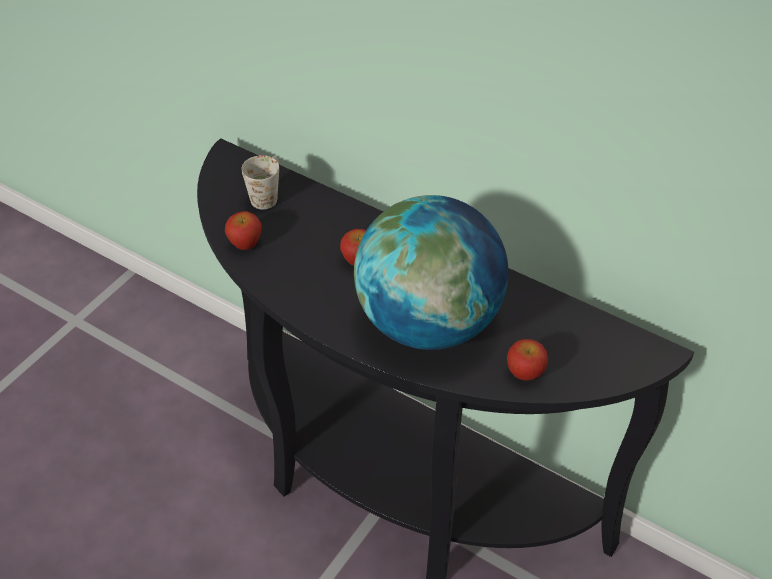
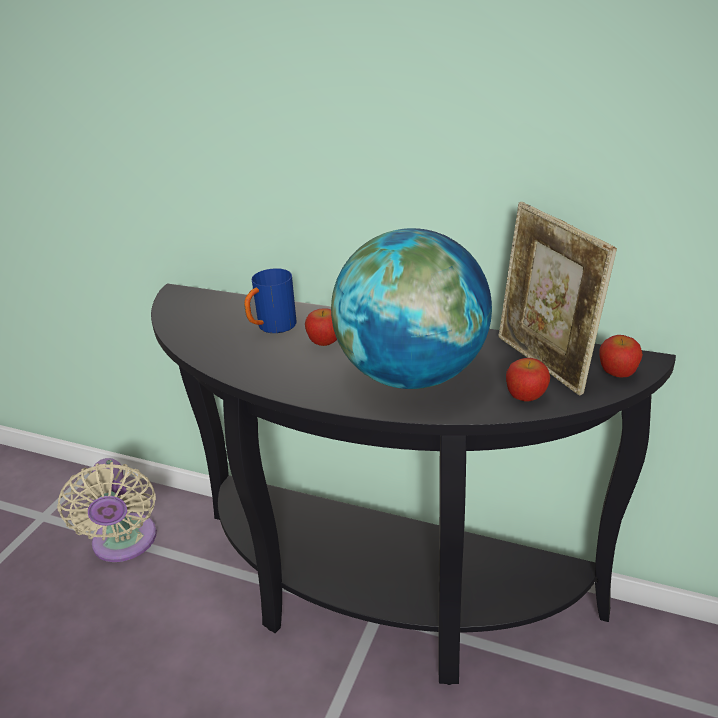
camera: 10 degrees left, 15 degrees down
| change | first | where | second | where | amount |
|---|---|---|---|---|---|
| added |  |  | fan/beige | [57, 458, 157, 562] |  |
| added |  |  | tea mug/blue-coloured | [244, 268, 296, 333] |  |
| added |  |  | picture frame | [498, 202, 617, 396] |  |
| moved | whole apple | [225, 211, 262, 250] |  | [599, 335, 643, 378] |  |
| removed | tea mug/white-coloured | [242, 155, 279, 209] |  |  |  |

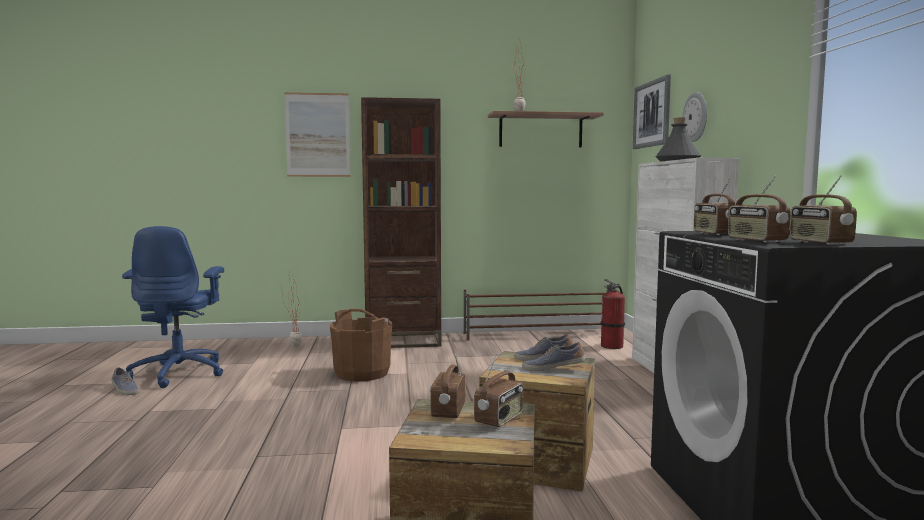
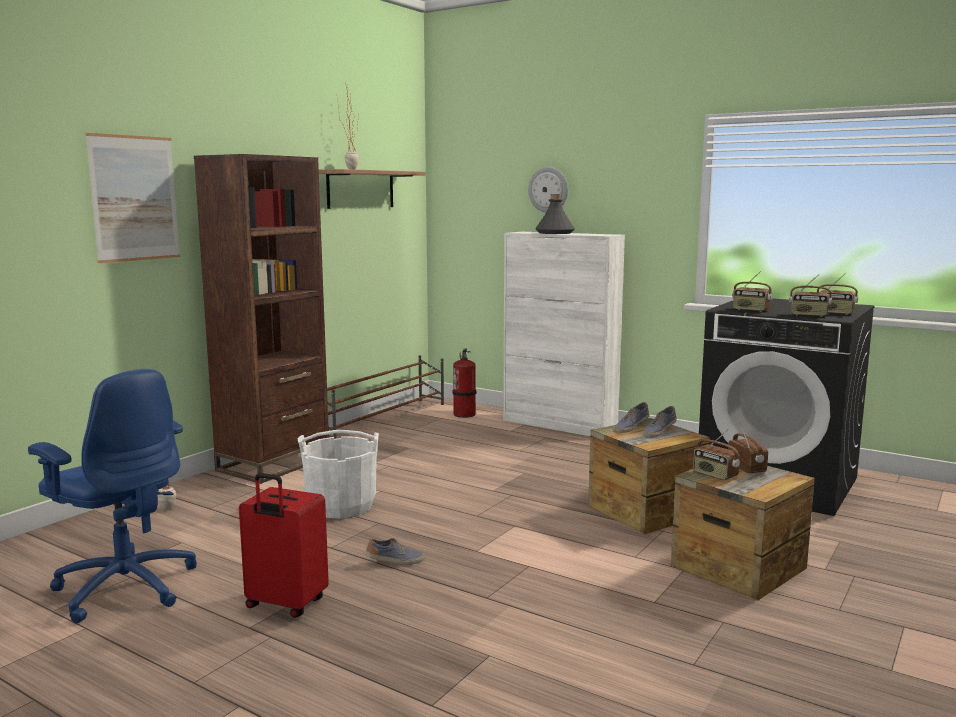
camera: 50 degrees left, 5 degrees up
| change | first | where | second | where | amount |
|---|---|---|---|---|---|
| added |  |  | piece of luggage/red | [239, 473, 329, 618] |  |
| recoloured | water bucket/brown | [330, 309, 392, 382] | water bucket/white-coloured | [298, 430, 379, 518] |  |
| moved | shoe | [111, 367, 140, 395] |  | [366, 538, 425, 565] |  |
| removed | wall picture | [633, 74, 671, 149] |  |  |  |

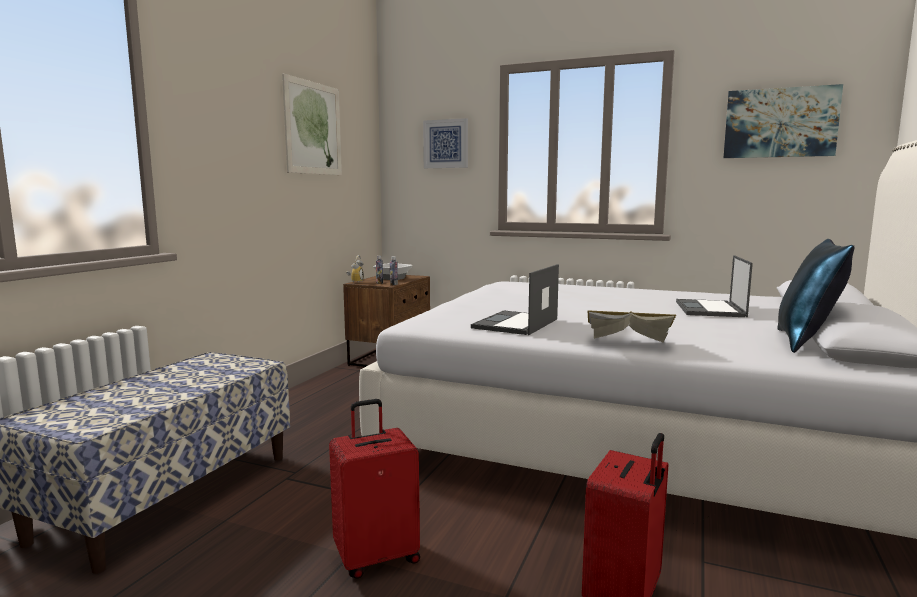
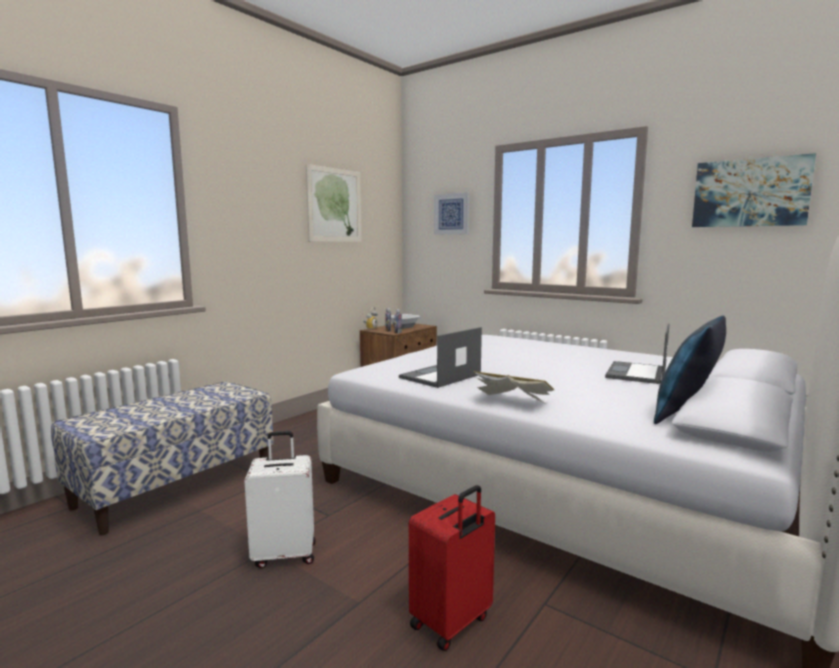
camera: 15 degrees right, 0 degrees up
| change | first | where | second | where | amount |
|---|---|---|---|---|---|
| recoloured | piece of luggage/red | [329, 399, 420, 579] | piece of luggage/white-coloured | [244, 431, 316, 568] |  |

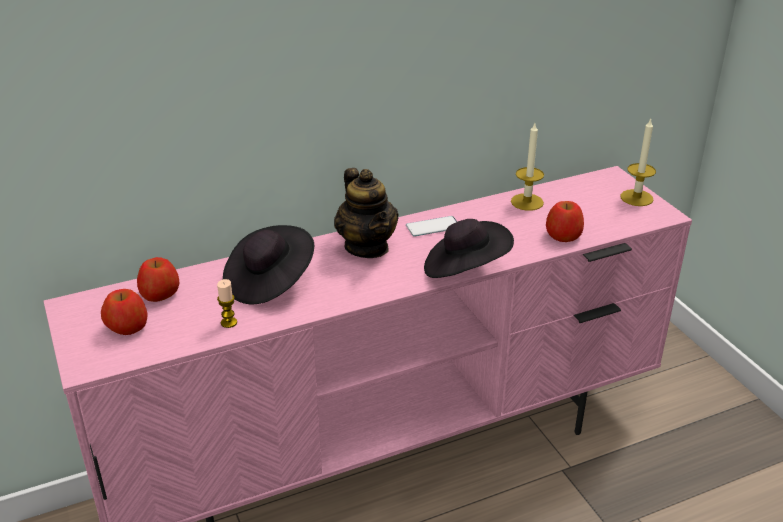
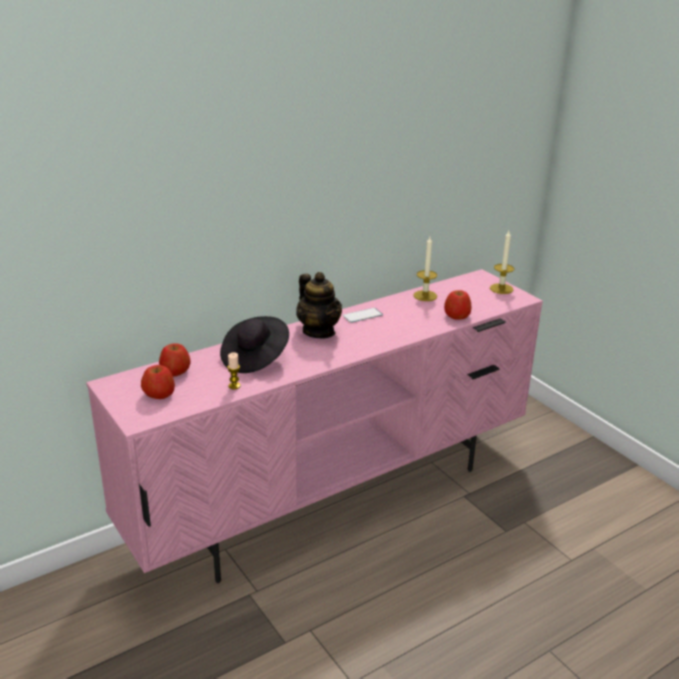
camera: 10 degrees left, 5 degrees down
| change | first | where | second | where | amount |
|---|---|---|---|---|---|
| removed | wearable hat/black-coloured | [424, 219, 514, 278] |  |  |  |

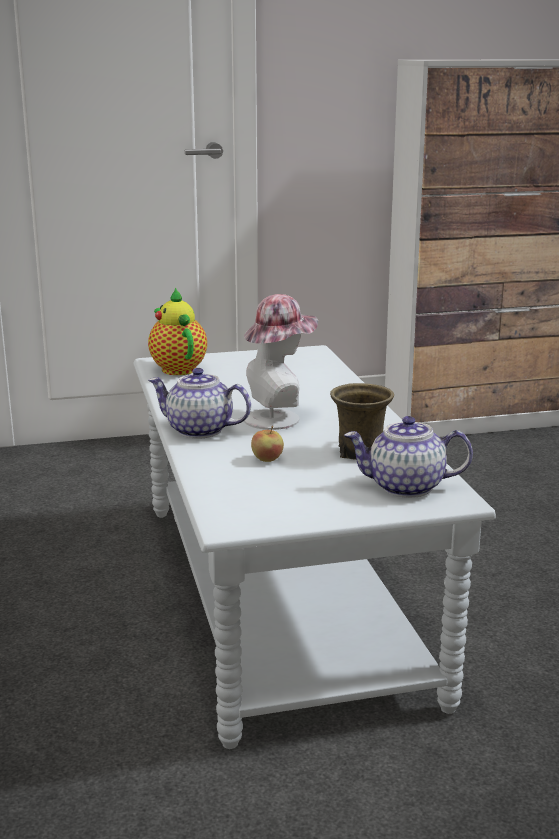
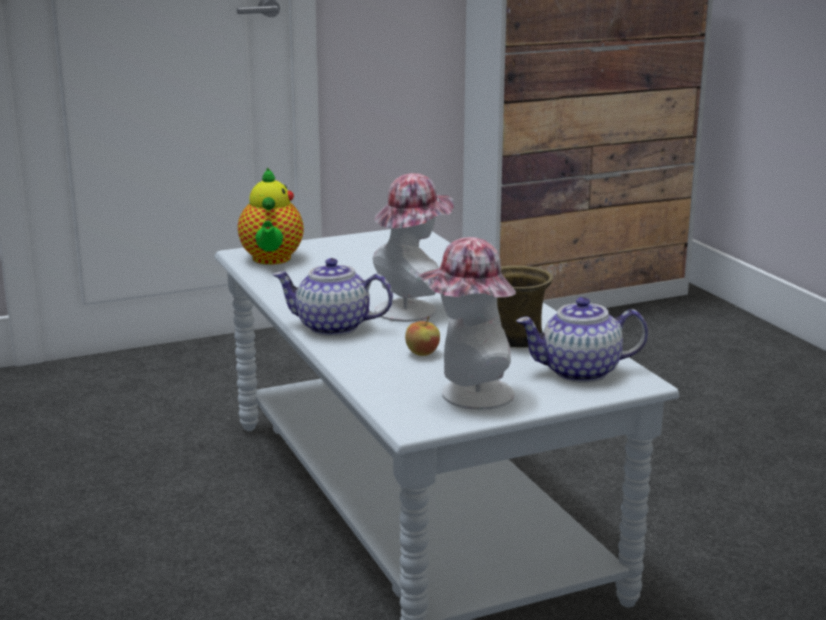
camera: 10 degrees left, 0 degrees up
| change | first | where | second | where | amount |
|---|---|---|---|---|---|
| turned | tea pot | [148, 287, 207, 375] |  | [238, 167, 304, 265] | 150 degrees counterclockwise |
| added |  |  | wearable hat | [418, 237, 516, 410] |  |

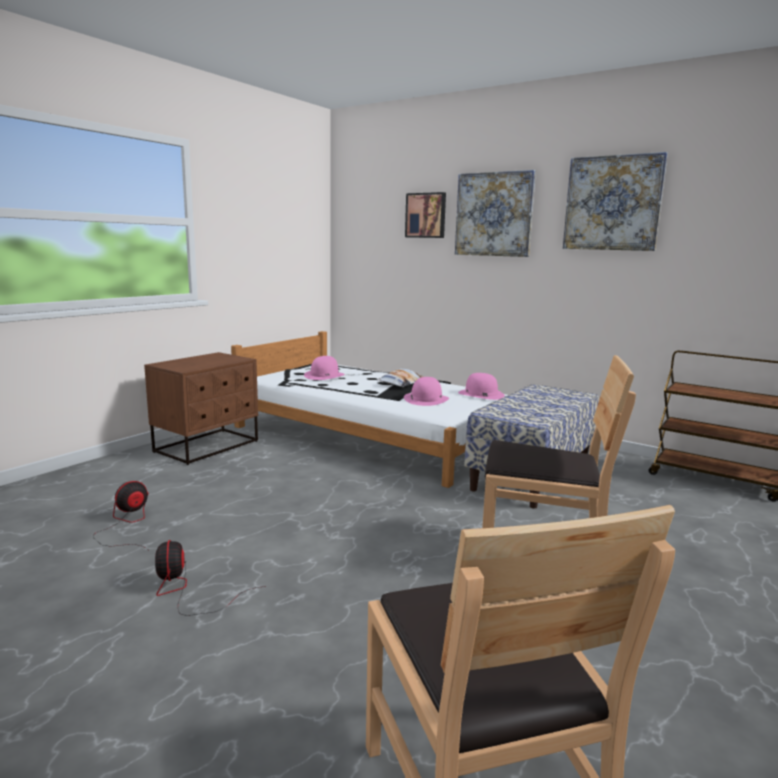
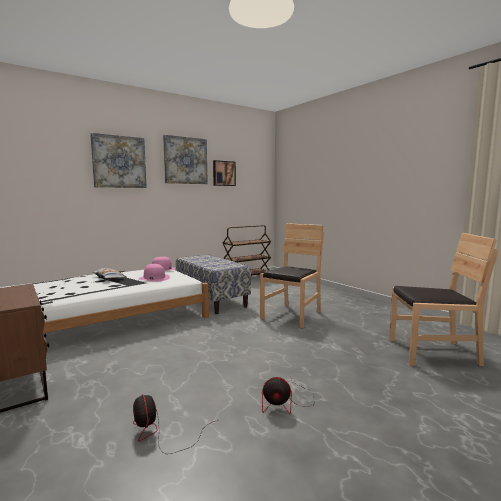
camera: 70 degrees left, 5 degrees down
| change | first | where | second | where | amount |
|---|---|---|---|---|---|
| moved | wall picture | [405, 192, 446, 238] |  | [213, 160, 236, 186] |  |
| removed | wearable hat/pinkish | [304, 356, 345, 380] |  |  |  |

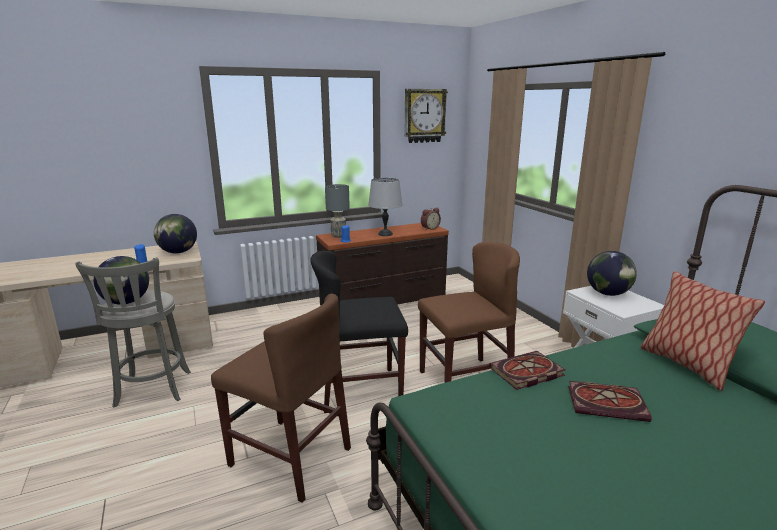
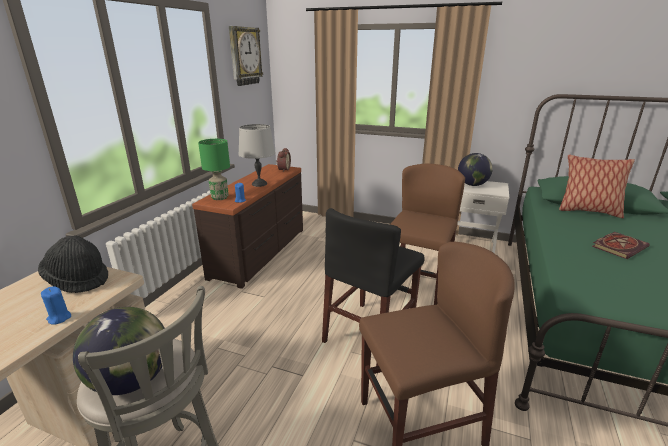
camera: 45 degrees left, 5 degrees up
| change | first | where | second | where | amount |
|---|---|---|---|---|---|
| replaced | globe | [154, 214, 197, 254] | wearable hat/black-coloured | [38, 236, 108, 293] |  |
| recoloured | table lamp/gray | [325, 184, 350, 238] | table lamp/greenish | [198, 139, 230, 200] |  |
| removed | bound book | [489, 351, 565, 390] |  |  |  |

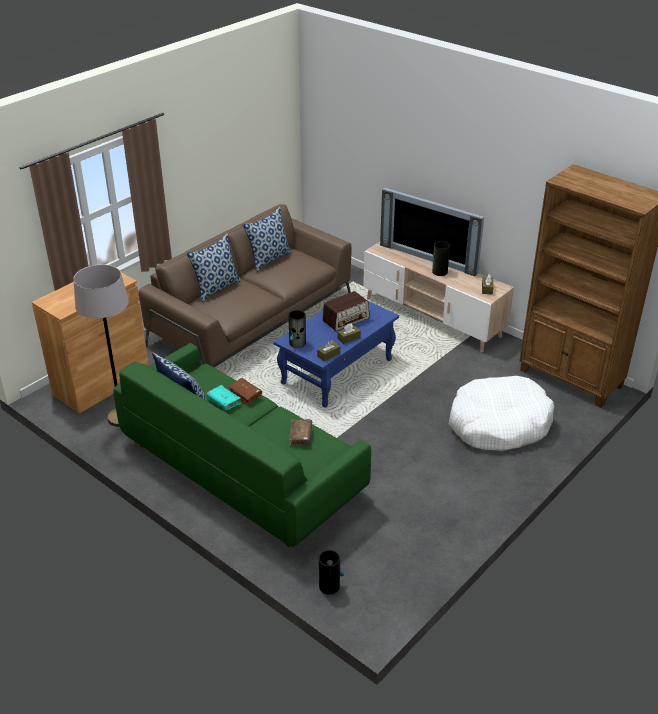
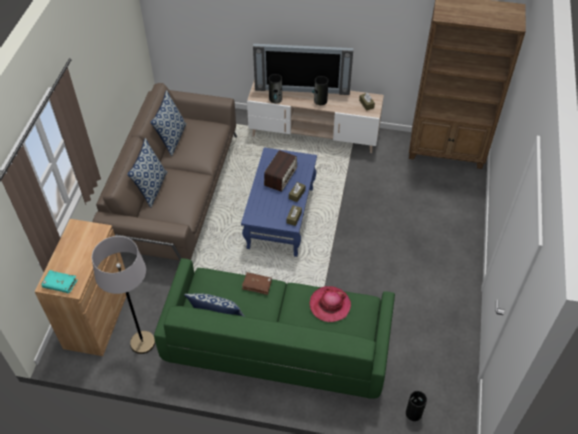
camera: 30 degrees left, 15 degrees up
| change | first | where | second | where | amount |
|---|---|---|---|---|---|
| moved | bound book/blue-green | [206, 385, 241, 410] |  | [42, 270, 77, 293] |  |
| moved | decorative vase | [288, 310, 306, 348] |  | [269, 74, 282, 103] |  |
| replaced | bound book/brown | [289, 419, 312, 446] | wearable hat | [310, 286, 351, 322] |  |
| removed | pet bed/white-coloured | [449, 376, 554, 451] |  |  |  |

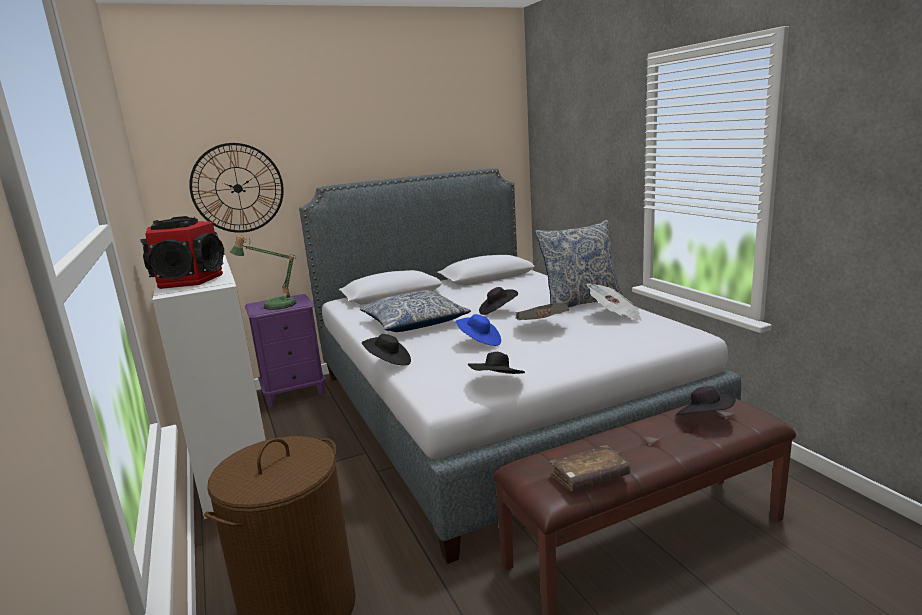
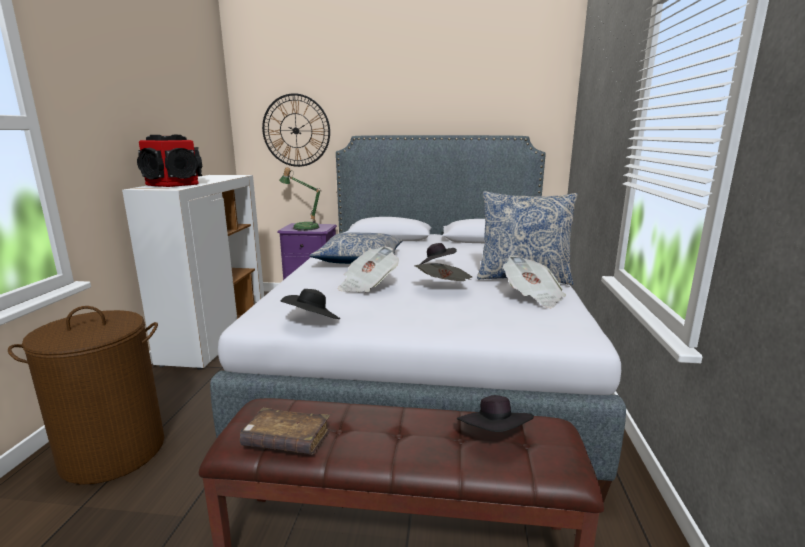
camera: 30 degrees right, 0 degrees up
| change | first | where | second | where | amount |
|---|---|---|---|---|---|
| replaced | wearable hat/blue-coloured | [456, 314, 501, 346] | daily paper | [338, 247, 399, 292] |  |
| removed | wearable hat/black-coloured | [362, 334, 411, 366] |  |  |  |

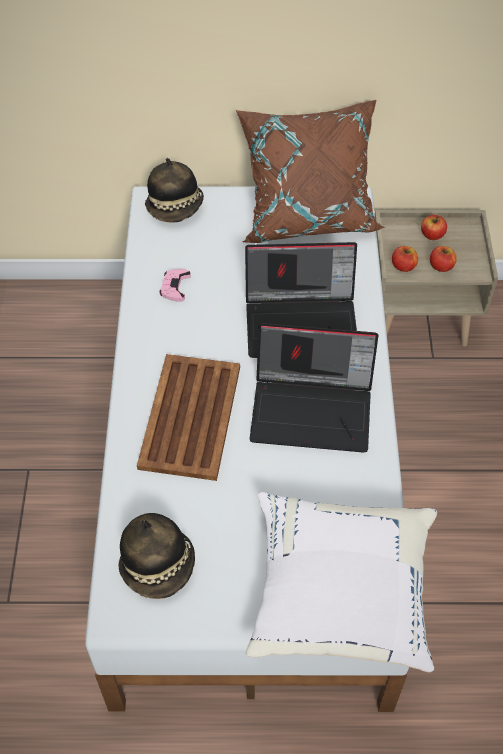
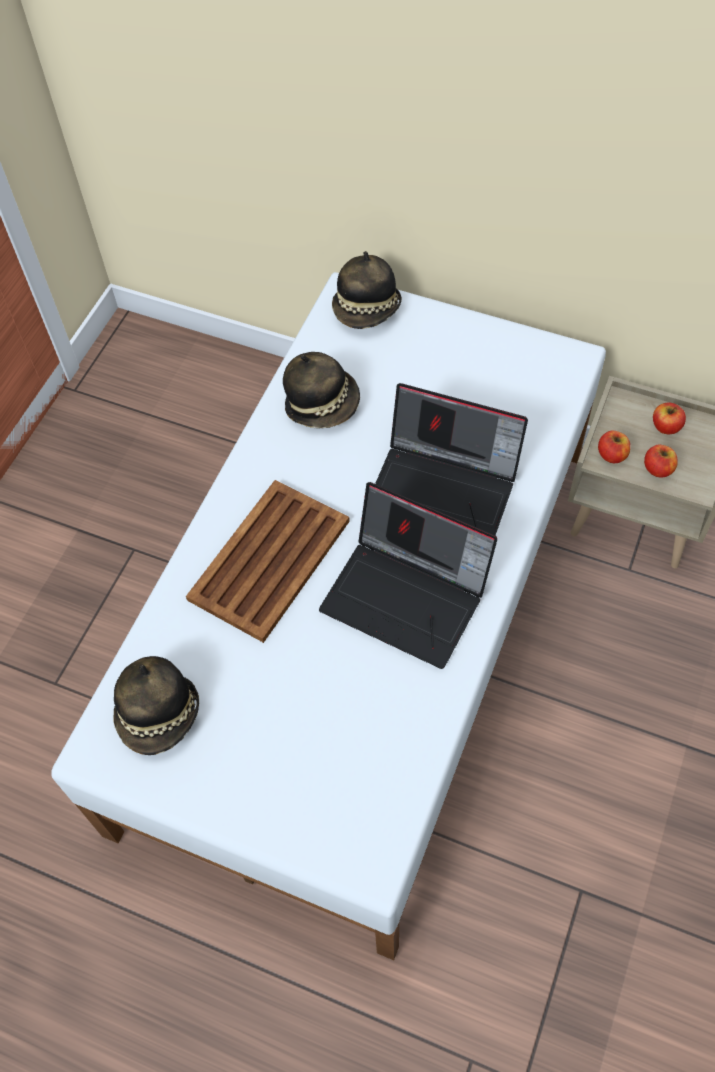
camera: 25 degrees right, 5 degrees up
| change | first | where | second | where | amount |
|---|---|---|---|---|---|
| replaced | joypad/pinkish | [160, 269, 191, 302] | wearable hat | [283, 352, 360, 428] |  |
| removed | pillow/brown | [236, 100, 385, 243] |  |  |  |
| removed | pillow/white-coloured | [246, 492, 437, 672] |  |  |  |

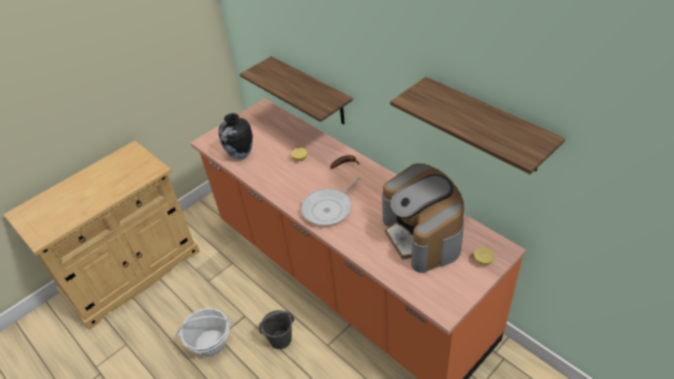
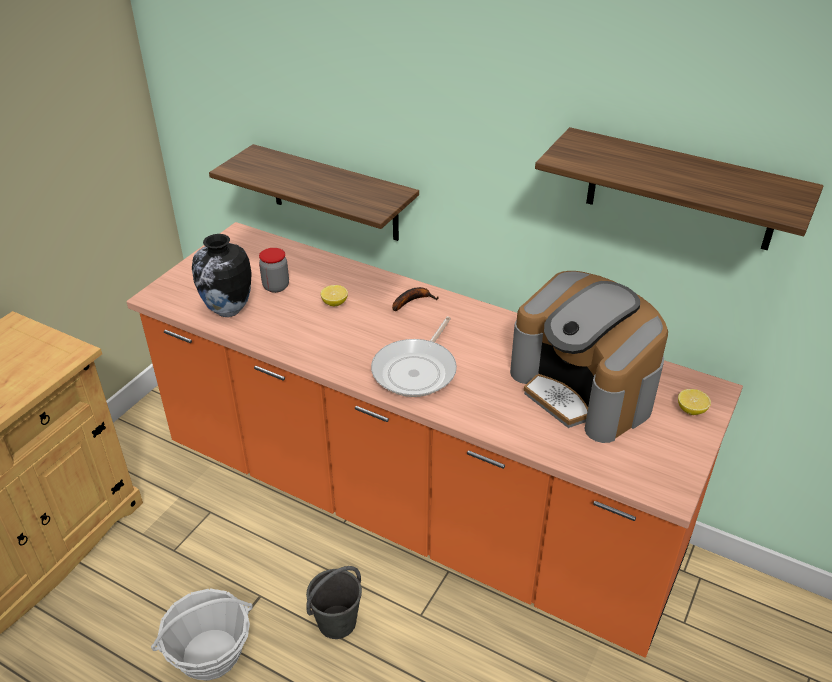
camera: 20 degrees left, 5 degrees down
| change | first | where | second | where | amount |
|---|---|---|---|---|---|
| added |  |  | jar | [259, 248, 289, 293] |  |

